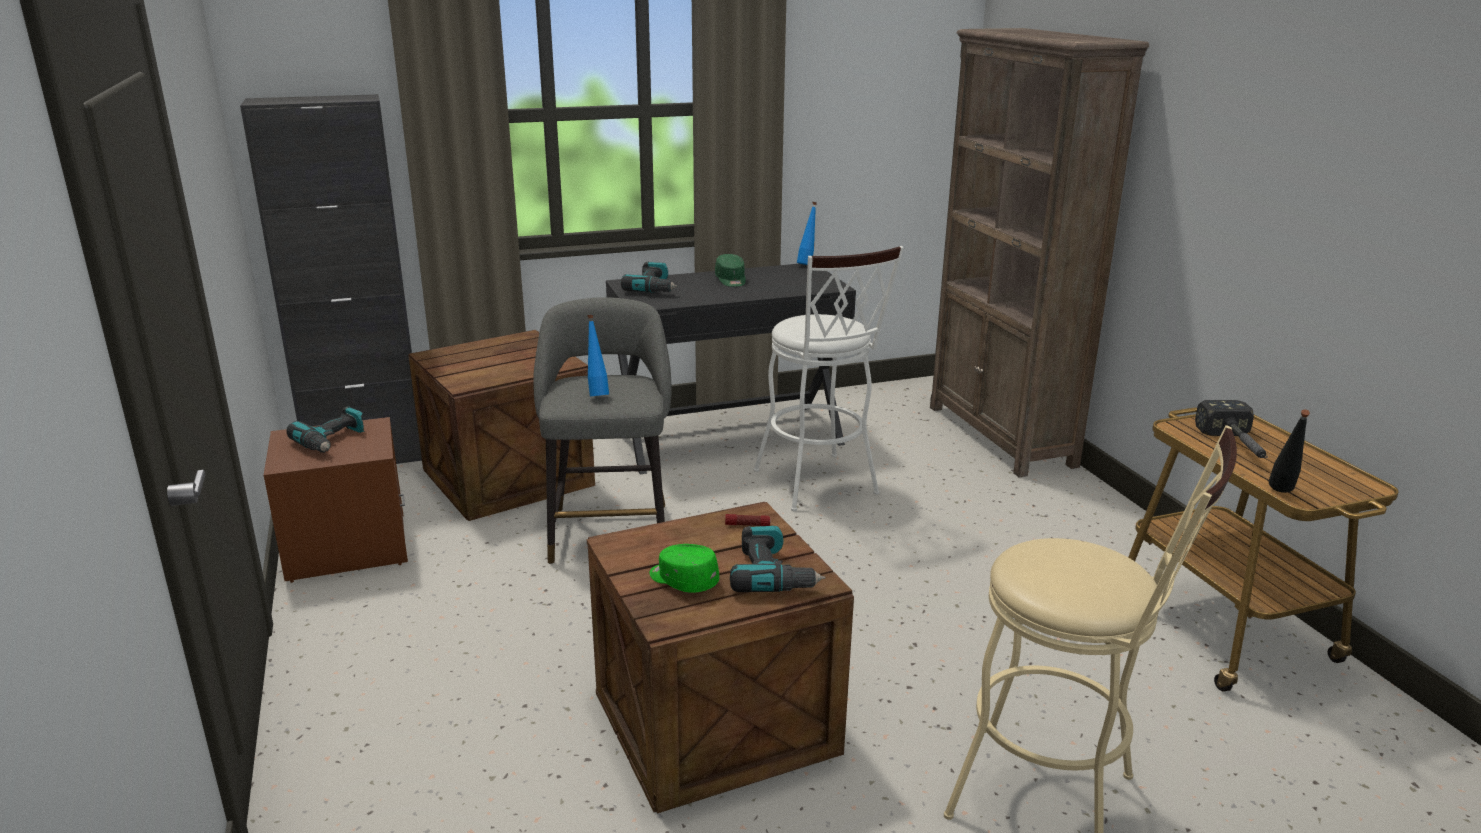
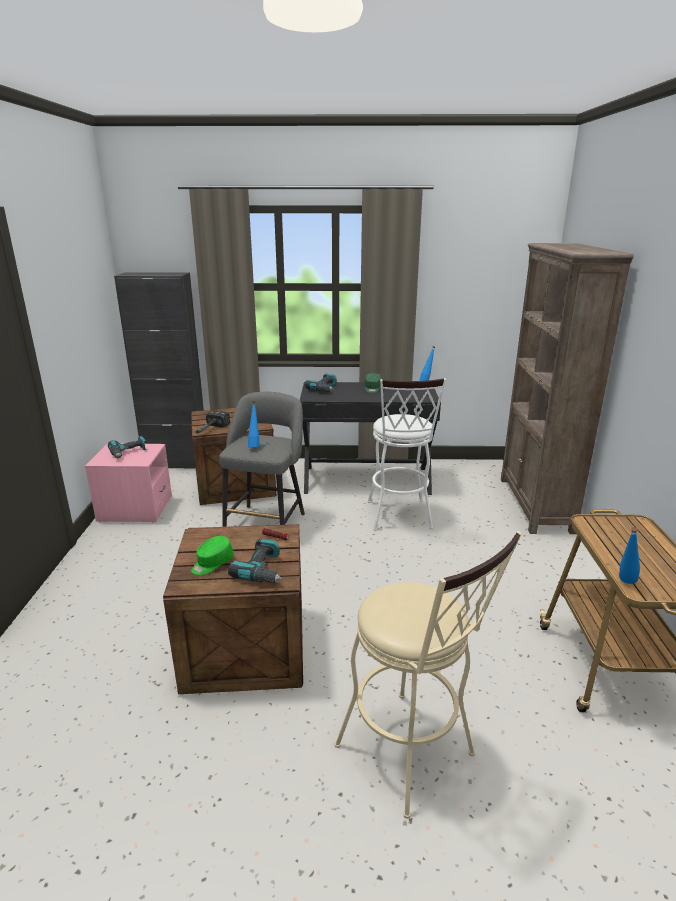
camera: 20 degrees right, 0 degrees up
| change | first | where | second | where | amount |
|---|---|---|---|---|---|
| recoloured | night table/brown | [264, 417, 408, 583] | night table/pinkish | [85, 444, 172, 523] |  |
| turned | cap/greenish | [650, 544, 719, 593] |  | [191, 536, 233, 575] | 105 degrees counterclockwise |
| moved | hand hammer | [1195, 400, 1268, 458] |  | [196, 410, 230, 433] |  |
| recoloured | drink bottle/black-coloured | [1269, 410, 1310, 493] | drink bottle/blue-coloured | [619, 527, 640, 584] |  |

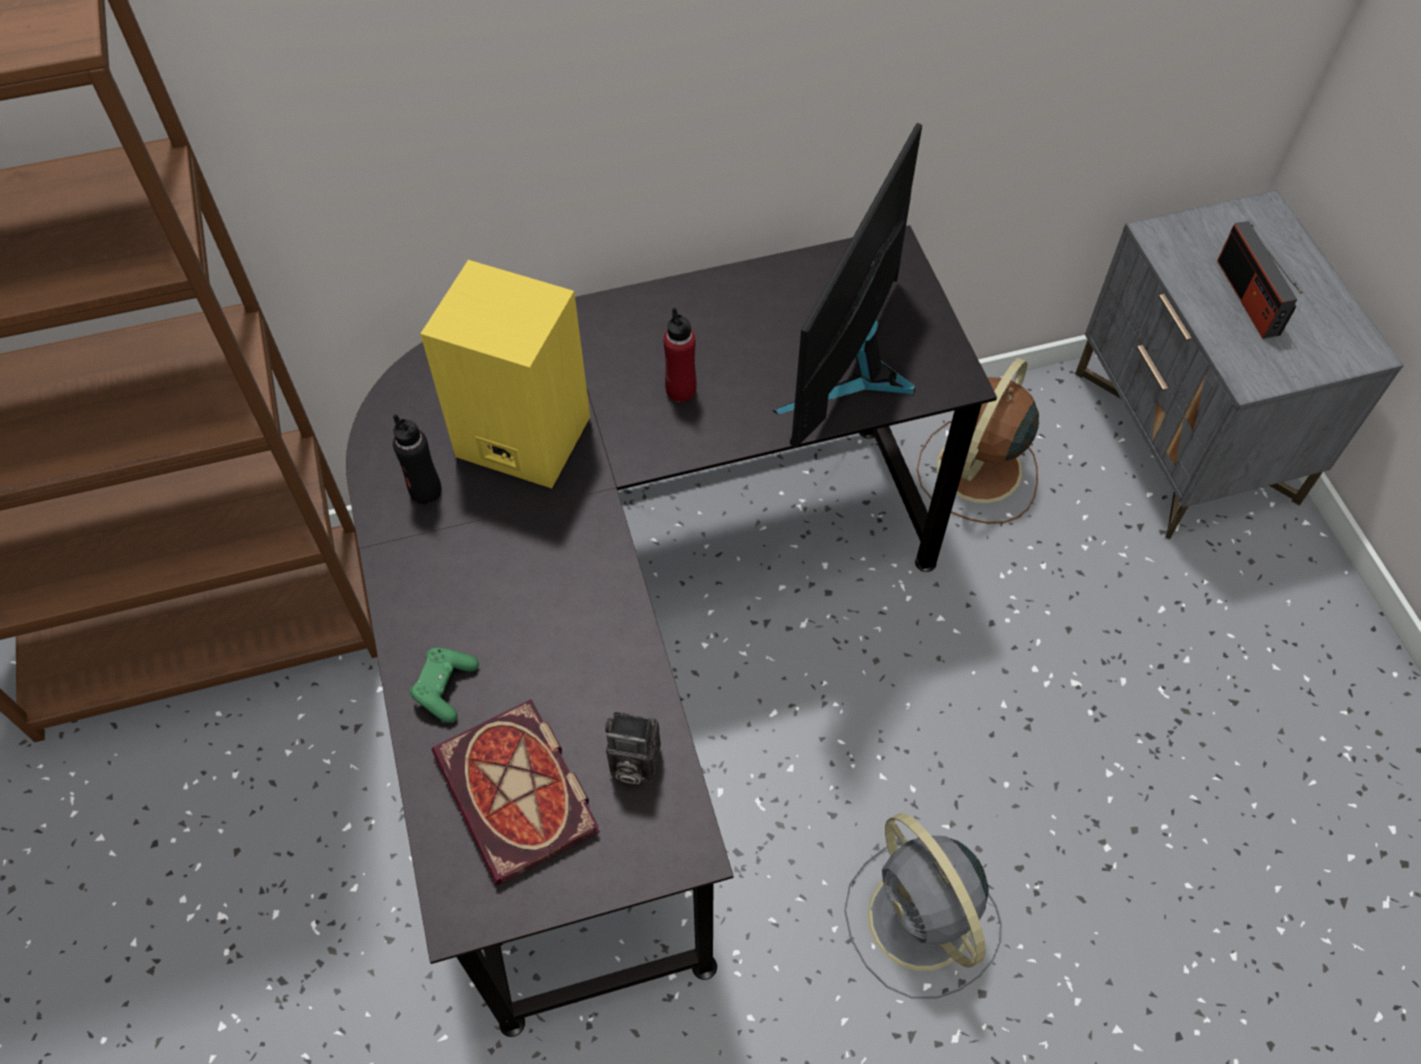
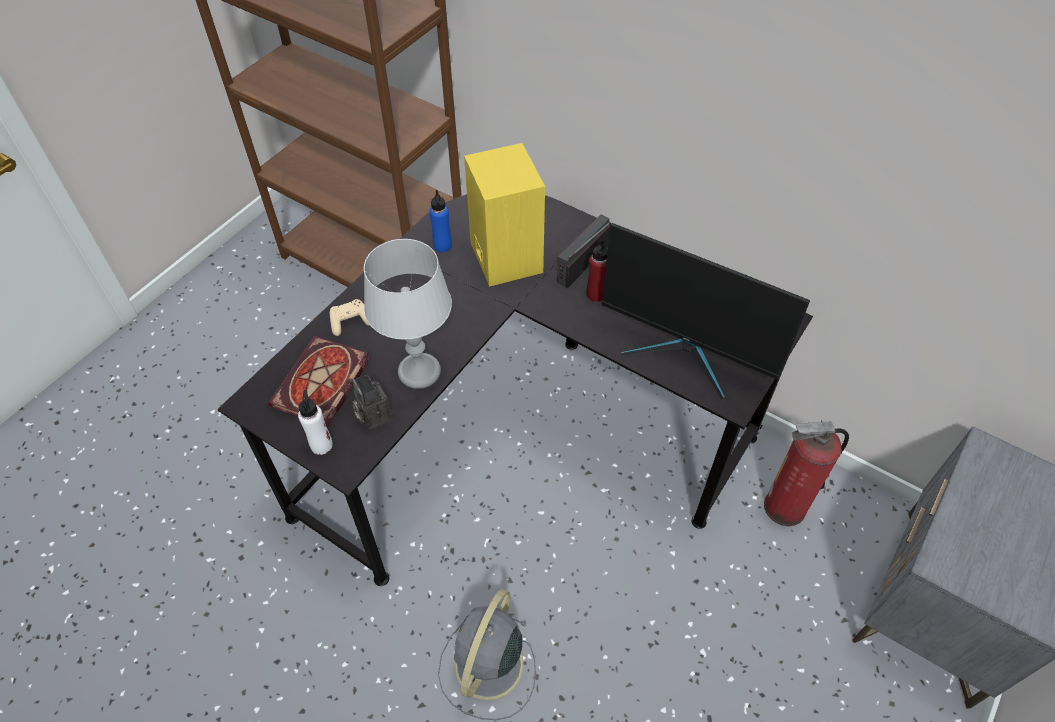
camera: 50 degrees right, 5 degrees down
| change | first | where | second | where | amount |
|---|---|---|---|---|---|
| added |  |  | drink bottle/white-coloured | [298, 390, 333, 455] |  |
| recoloured | joypad/greenish | [410, 647, 479, 723] | joypad/beige | [330, 299, 370, 336] |  |
| added |  |  | table lamp/gray | [364, 239, 452, 389] |  |
| recoloured | drink bottle/black-coloured | [393, 414, 442, 504] | drink bottle/blue-coloured | [429, 190, 452, 252] |  |
| moved | radio receiver | [1217, 221, 1303, 339] |  | [557, 214, 611, 288] |  |
| turned | computer screen | [773, 123, 922, 447] |  | [601, 223, 810, 400] | 135 degrees counterclockwise |
| replaced | fan/brown | [917, 358, 1039, 524] | extinguisher | [764, 420, 849, 526] |  |

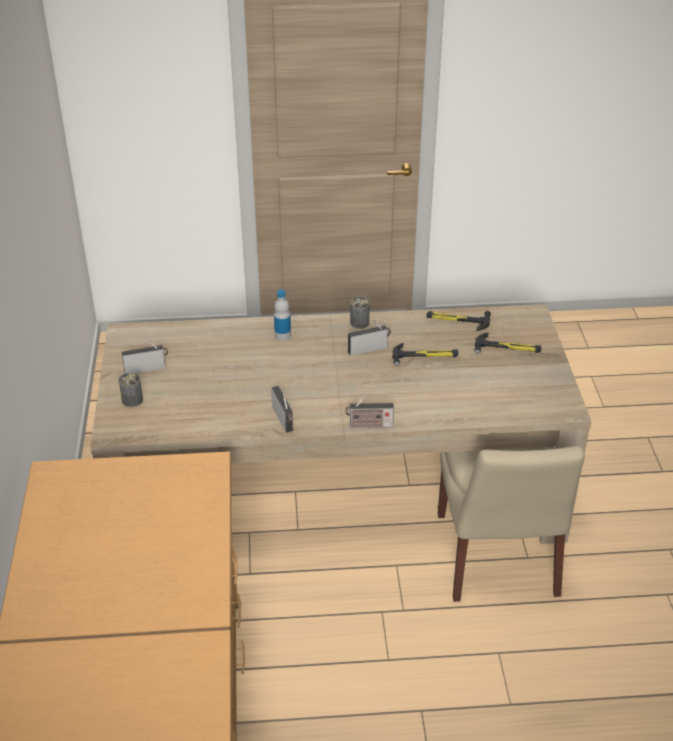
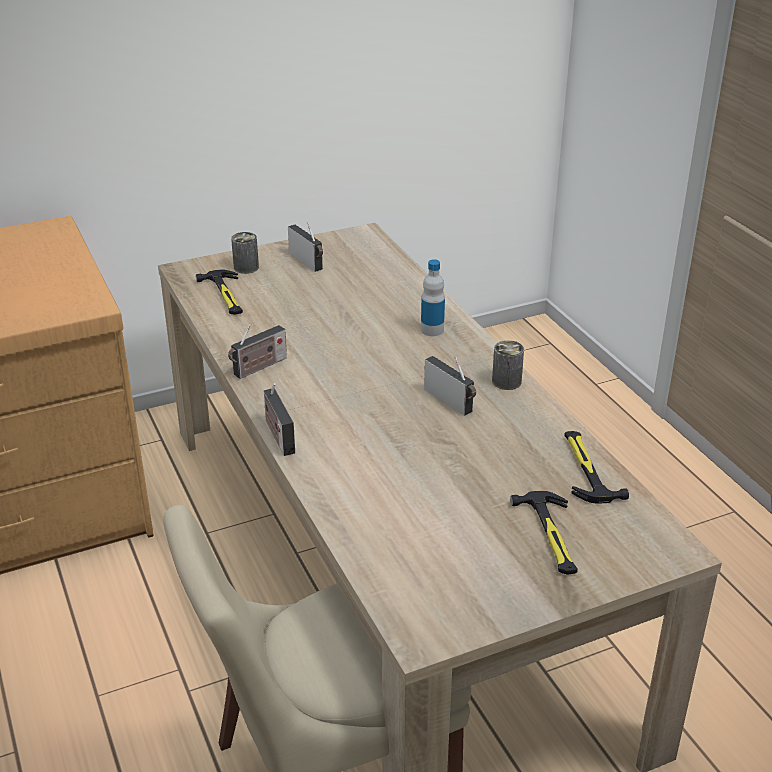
camera: 70 degrees right, 5 degrees down
| change | first | where | second | where | amount |
|---|---|---|---|---|---|
| moved | hand hammer | [392, 343, 458, 366] |  | [196, 270, 243, 315] |  |

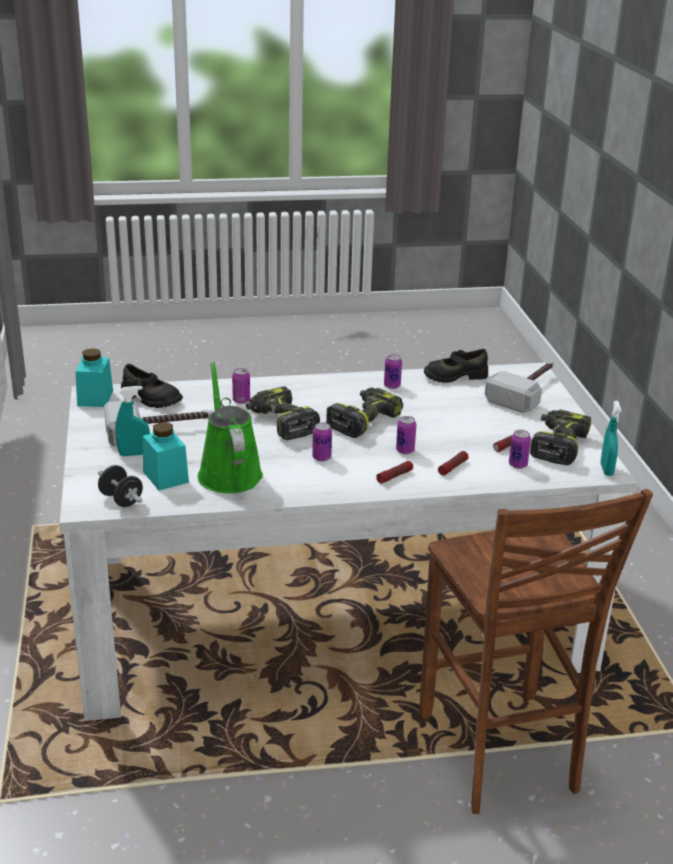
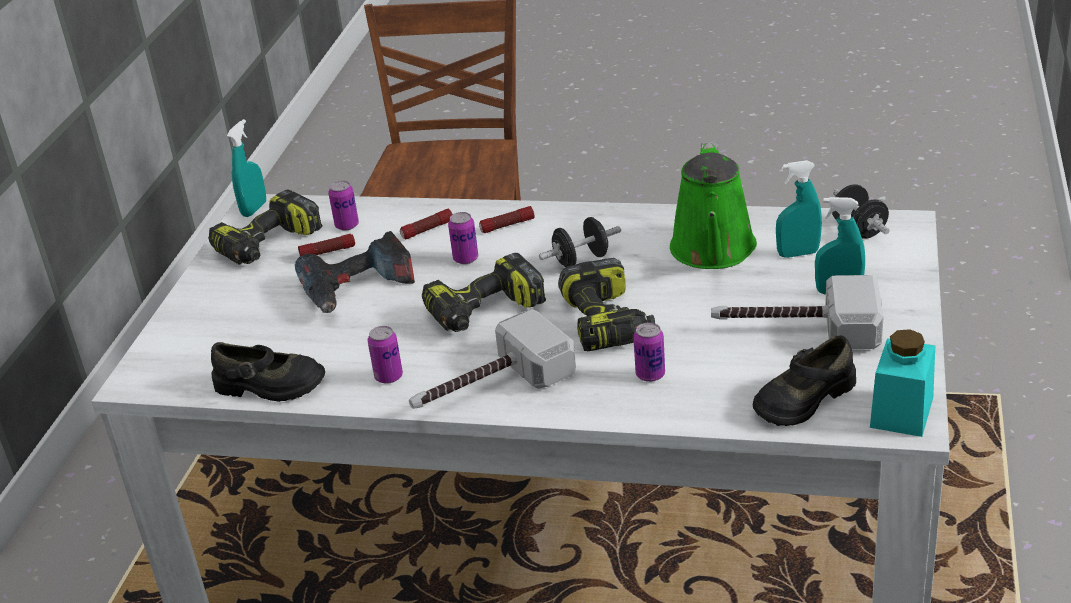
camera: 155 degrees left, 5 degrees up
| change | first | where | second | where | amount |
|---|---|---|---|---|---|
| added |  |  | electric drill | [295, 231, 415, 313] |  |
| moved | hand hammer | [485, 361, 554, 413] |  | [409, 309, 576, 409] |  |
| replaced | metal can | [312, 422, 332, 461] | free weight/black-coloured | [539, 217, 621, 267] |  |
| turned | shoe/black-coloured | [121, 364, 183, 408] |  | [753, 335, 856, 426] | 90 degrees counterclockwise |
| replaced | jar/blue-green | [143, 422, 189, 490] | hand sprayer/blue-green | [776, 160, 822, 258] |  |

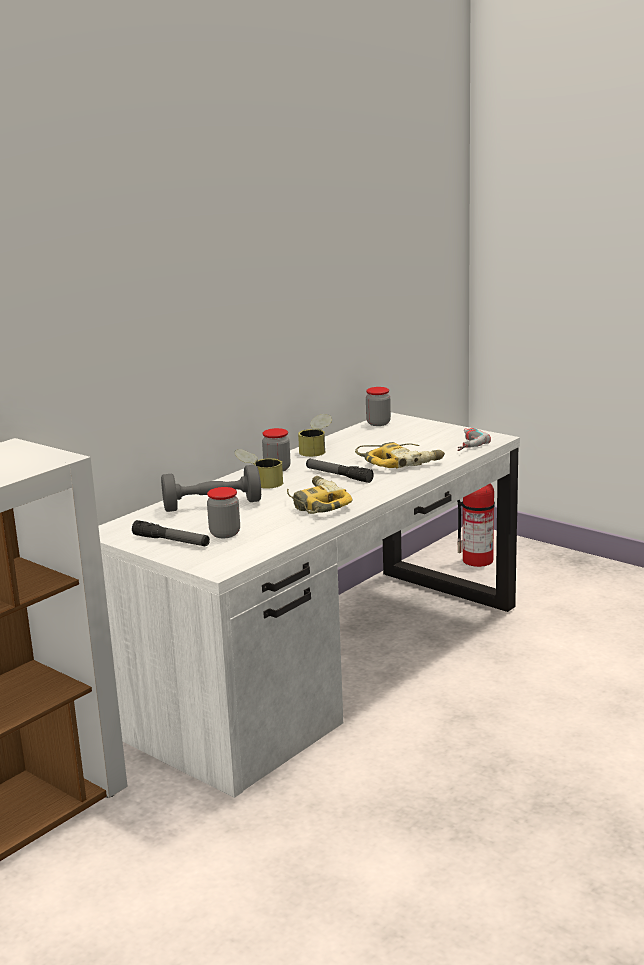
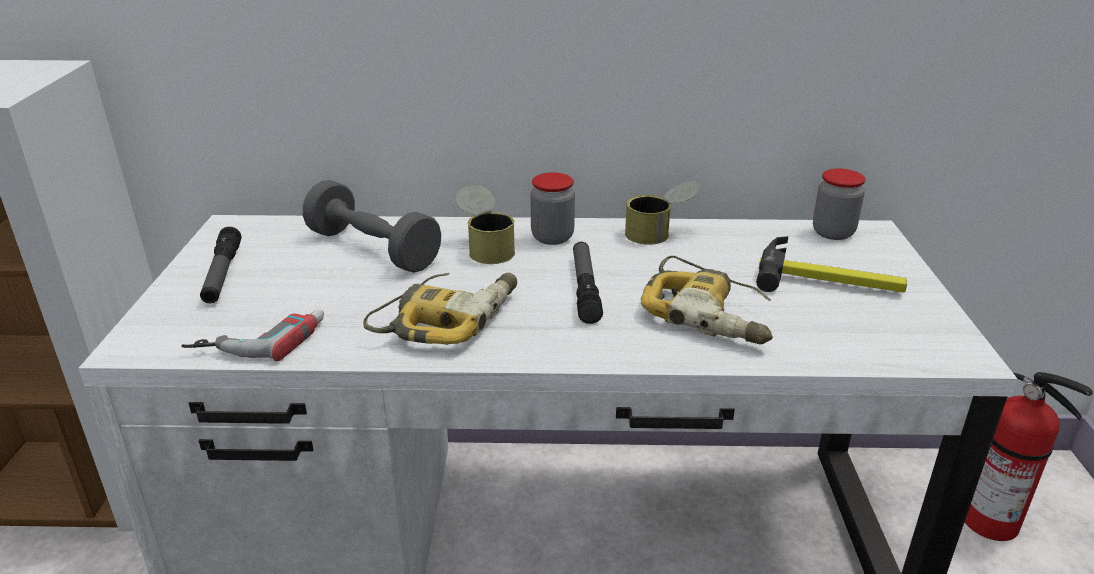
camera: 50 degrees right, 10 degrees up
| change | first | where | second | where | amount |
|---|---|---|---|---|---|
| moved | electric drill | [458, 428, 491, 451] |  | [181, 310, 324, 362] |  |
| added |  |  | hand hammer | [756, 236, 907, 293] |  |
| removed | jar | [207, 487, 240, 538] |  |  |  |

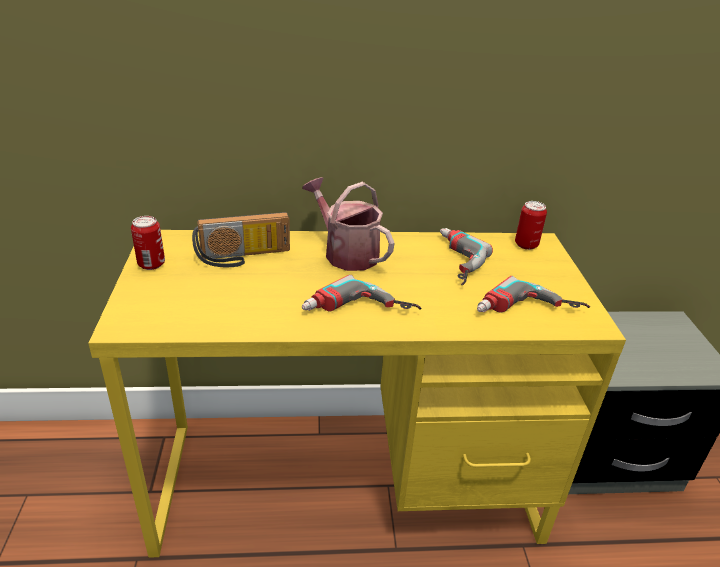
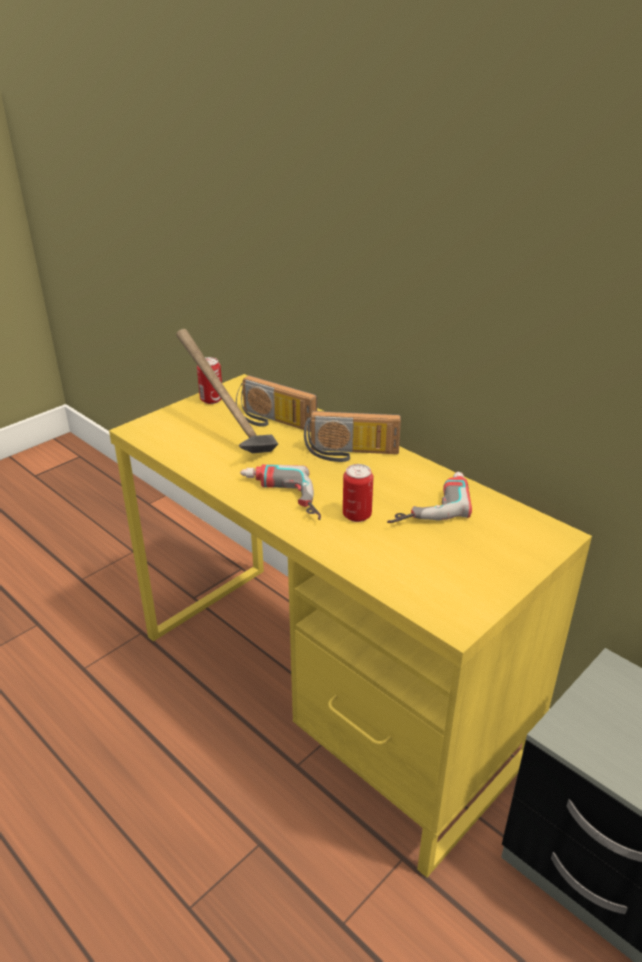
camera: 50 degrees right, 0 degrees up
| change | first | where | second | where | amount |
|---|---|---|---|---|---|
| added |  |  | hand hammer | [176, 329, 278, 453] |  |
| replaced | watering pot | [302, 177, 394, 271] | radio receiver | [304, 411, 401, 462] |  |
| moved | metal can | [515, 201, 547, 250] |  | [343, 464, 373, 522] |  |
| removed | electric drill | [477, 276, 590, 313] |  |  |  |

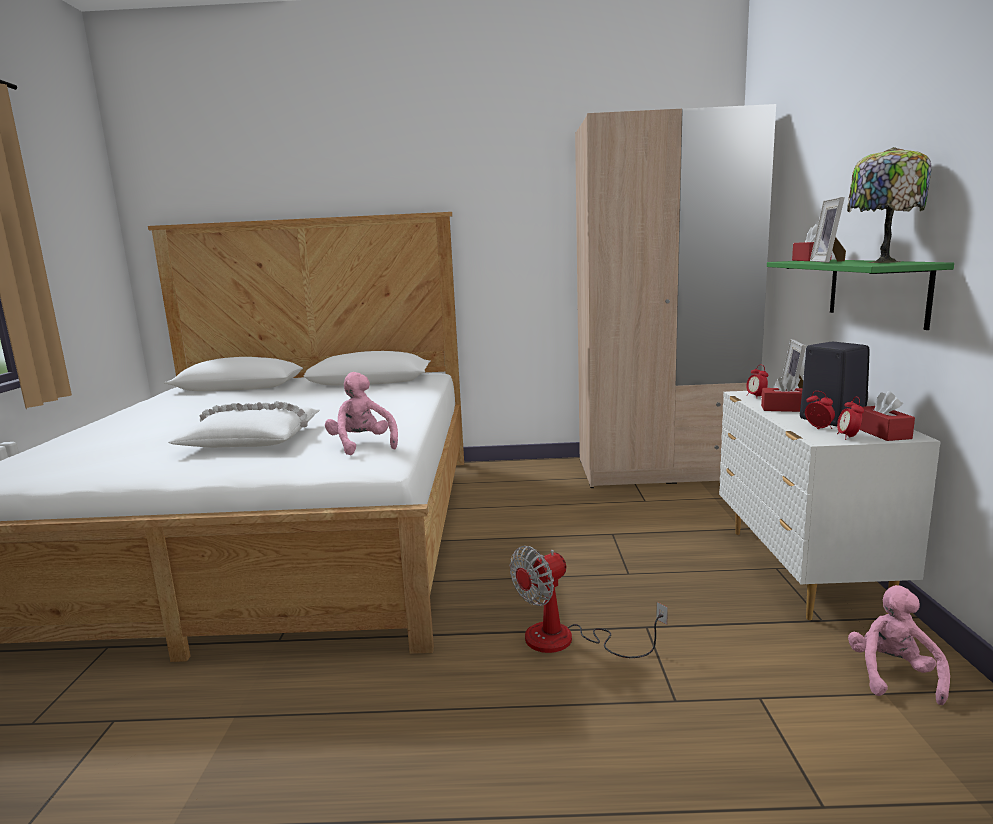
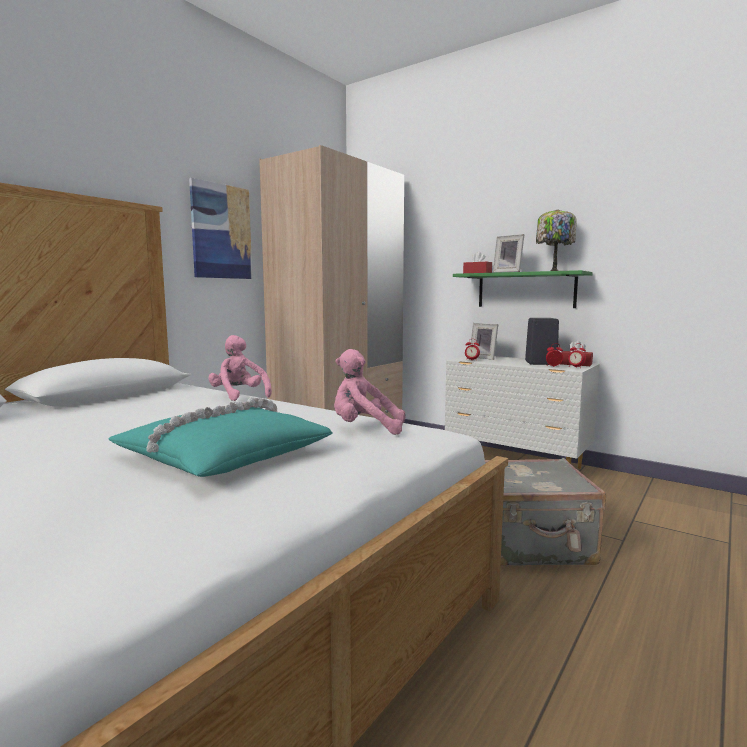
camera: 55 degrees left, 5 degrees down
| change | first | where | second | where | amount |
|---|---|---|---|---|---|
| recoloured | pillow/white-coloured | [168, 401, 320, 448] | pillow/blue-green | [108, 397, 332, 477] |  |
| added |  |  | wall picture | [189, 178, 252, 279] |  |
| moved | plush toy/pinkish | [848, 585, 950, 705] |  | [208, 335, 272, 401] |  |
| replaced | fan | [510, 546, 668, 658] | piece of luggage/gray | [485, 458, 606, 566] |  |
| removed | box of tissues/red | [761, 373, 802, 412] |  |  |  |

